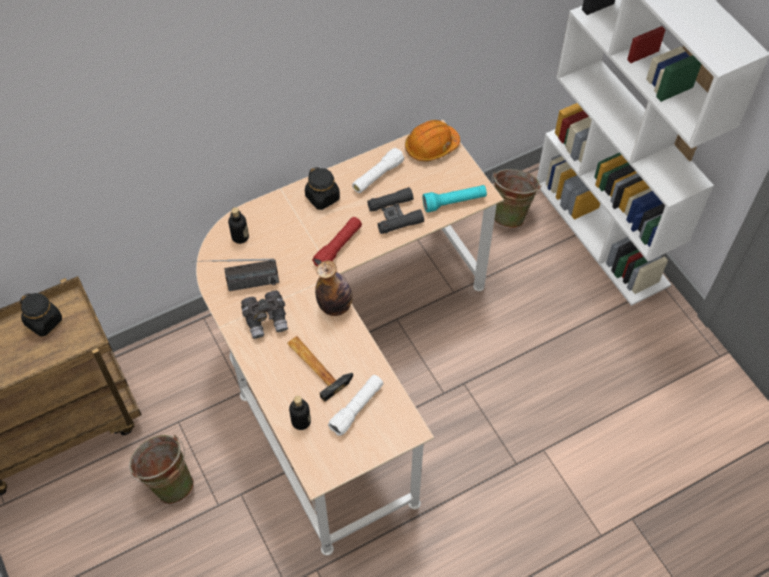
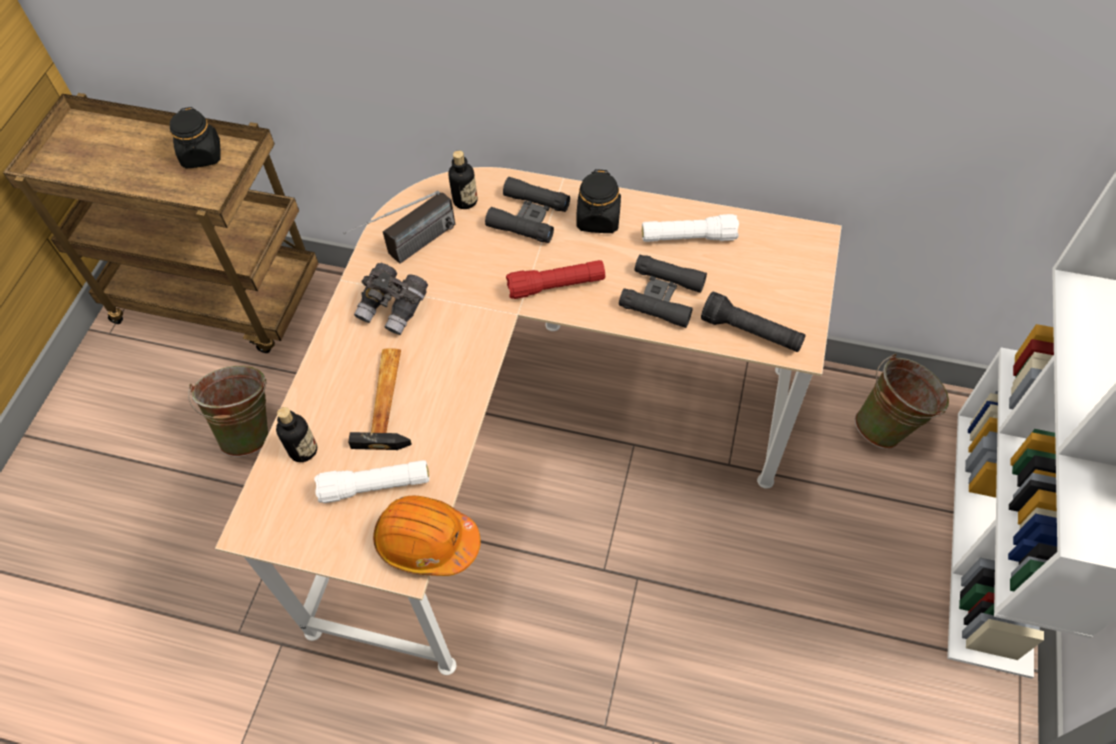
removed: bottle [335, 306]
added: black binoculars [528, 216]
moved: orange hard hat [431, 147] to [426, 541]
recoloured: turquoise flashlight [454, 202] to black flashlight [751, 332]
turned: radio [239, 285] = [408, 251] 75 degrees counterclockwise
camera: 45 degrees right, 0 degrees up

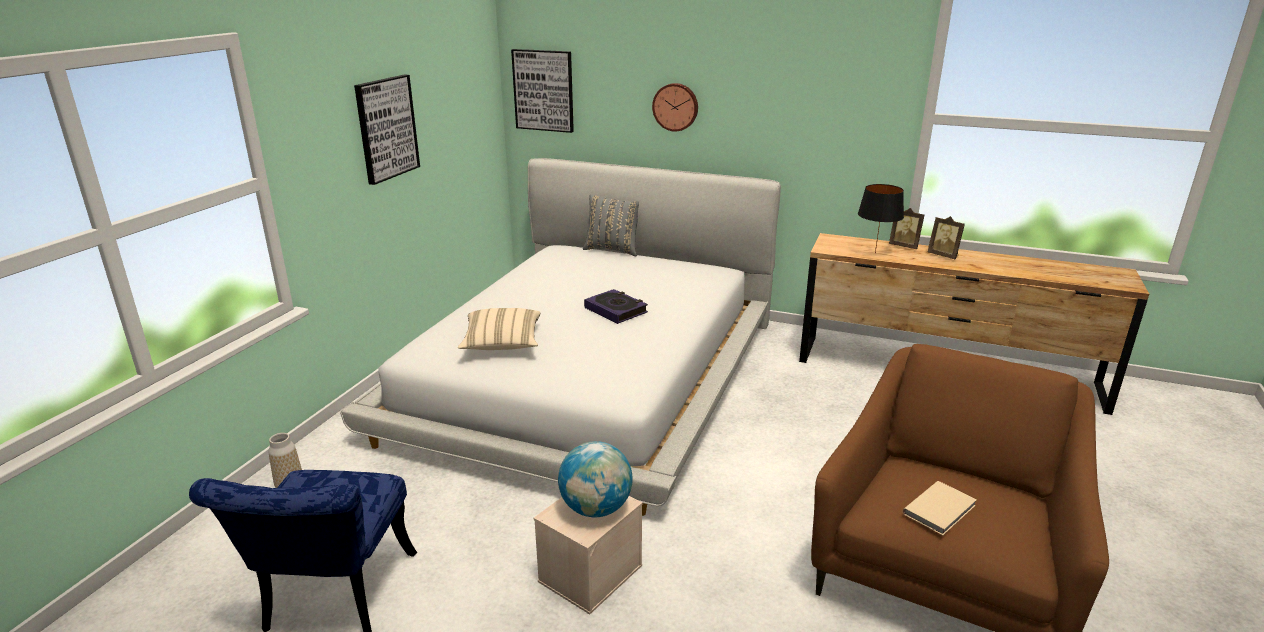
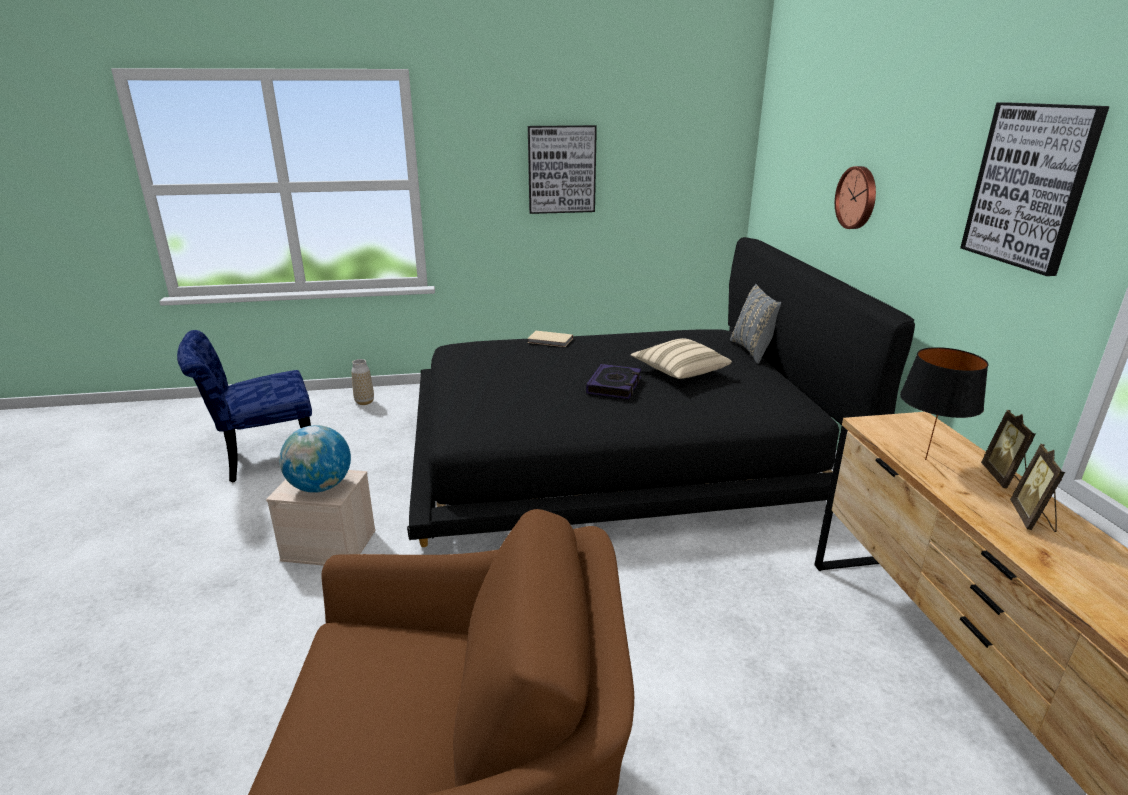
moved: picture [543, 90] to [1030, 186]; beige pillow [502, 344] to [679, 372]; beige book [941, 510] to [550, 341]
recoloured: white bed [589, 375] to black bed [616, 449]
camera: 60 degrees right, 0 degrees up

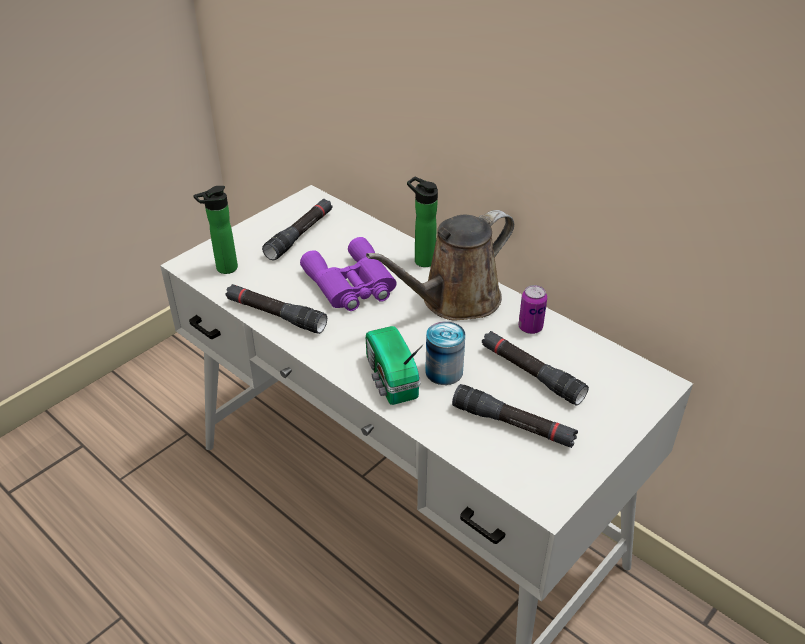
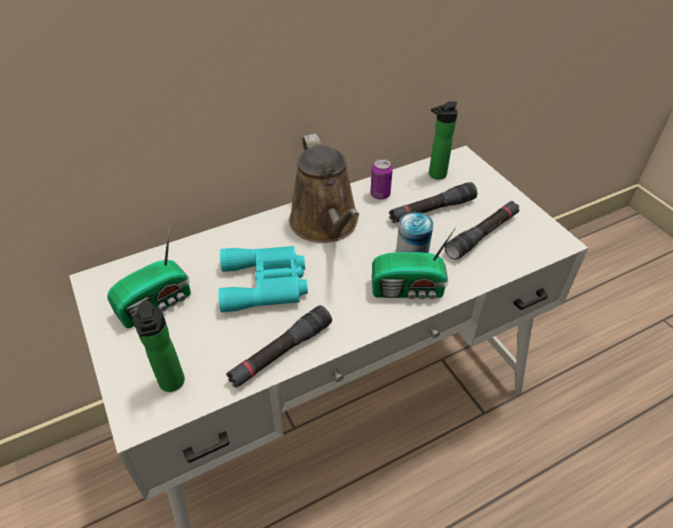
moved: bottle [422, 260] to [435, 175]
replaced: black flashlight [300, 235] to radio [157, 304]
recoloured: purple binoculars [351, 285] to turquoise binoculars [266, 284]
camera: 70 degrees left, 5 degrees up

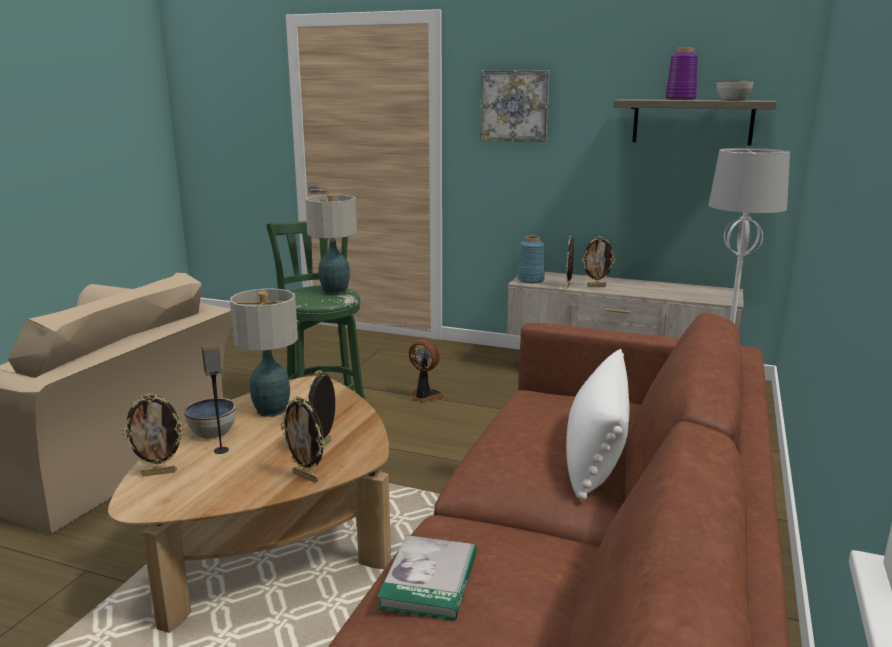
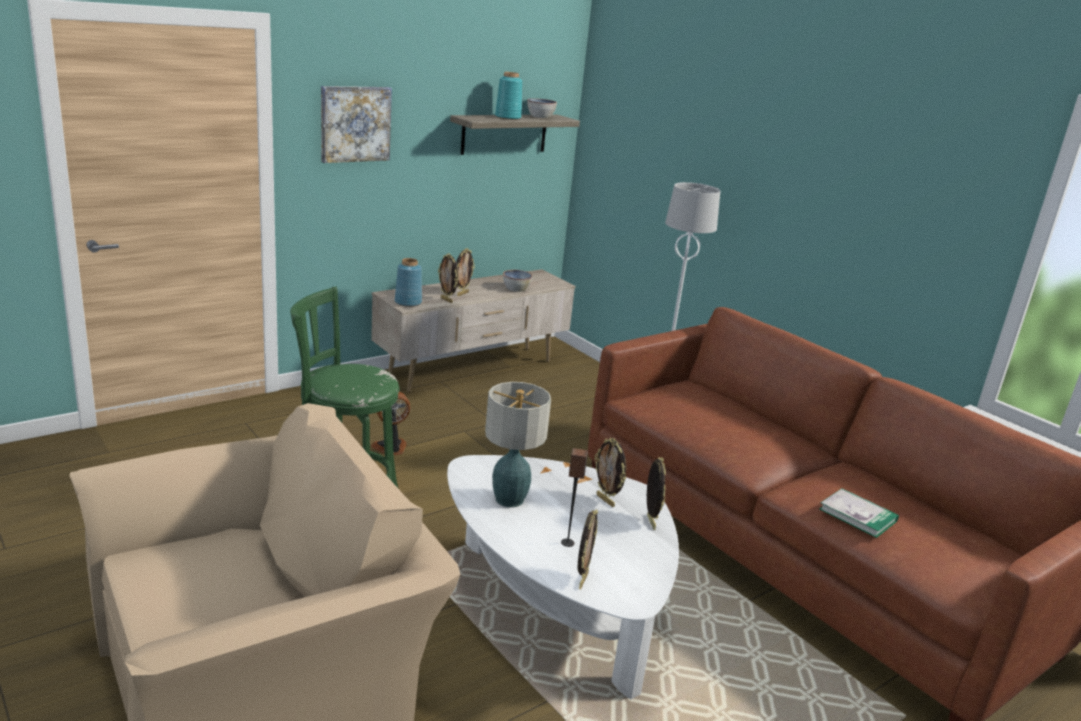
removed: table lamp [335, 291]; white pillow [595, 453]
moved: bowl [213, 431] to [516, 288]
recoloured: purple vase [679, 99] to turquoise vase [507, 117]; brown coffee table [276, 540] to white coffee table [556, 605]
turned: picture frame [306, 477] = [650, 522] 75 degrees counterclockwise
camera: 60 degrees left, 5 degrees up

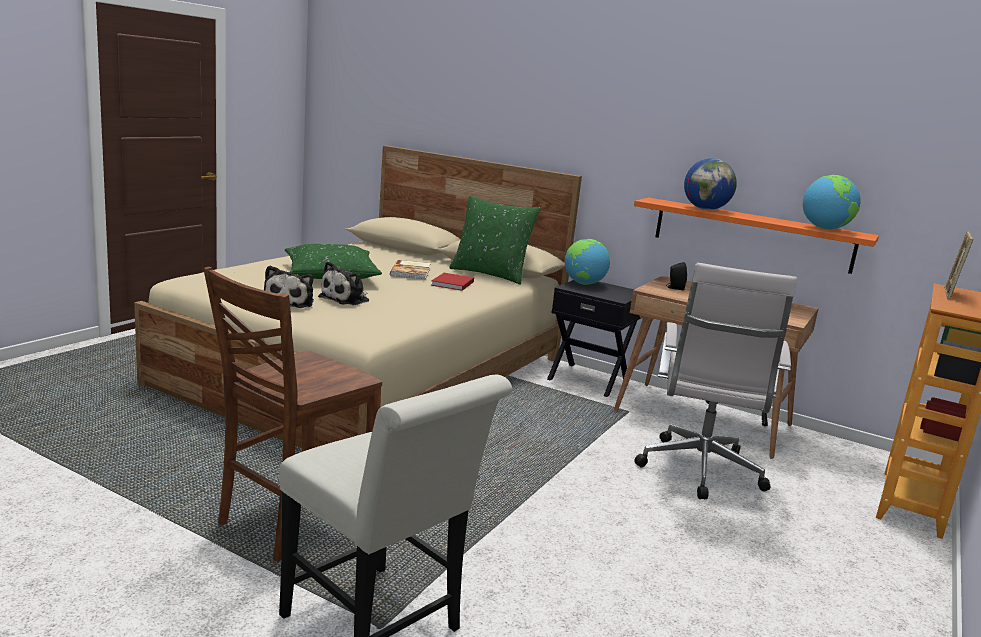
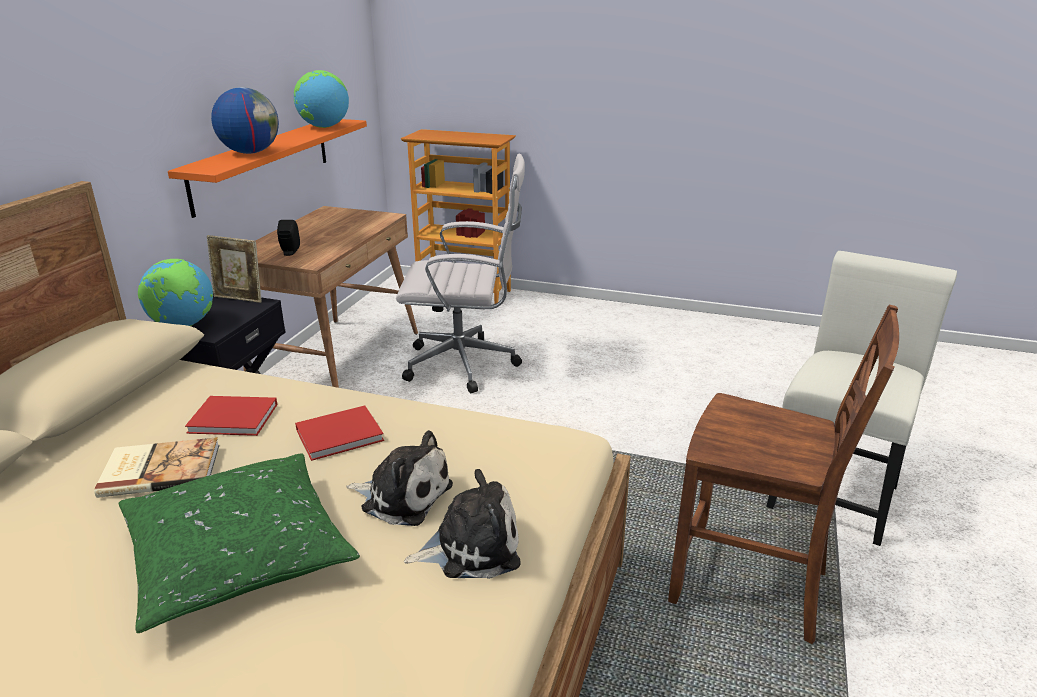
removed: green pillow [490, 274]
added: red book [342, 434]
moved: picture frame [949, 294] to [239, 298]
camera: 100 degrees left, 10 degrees up

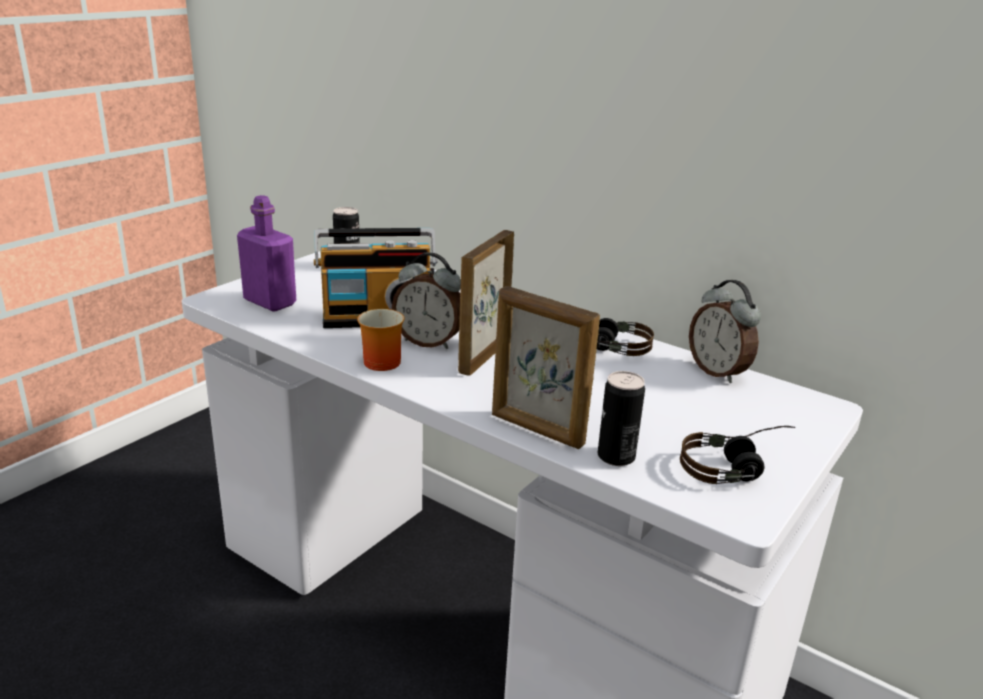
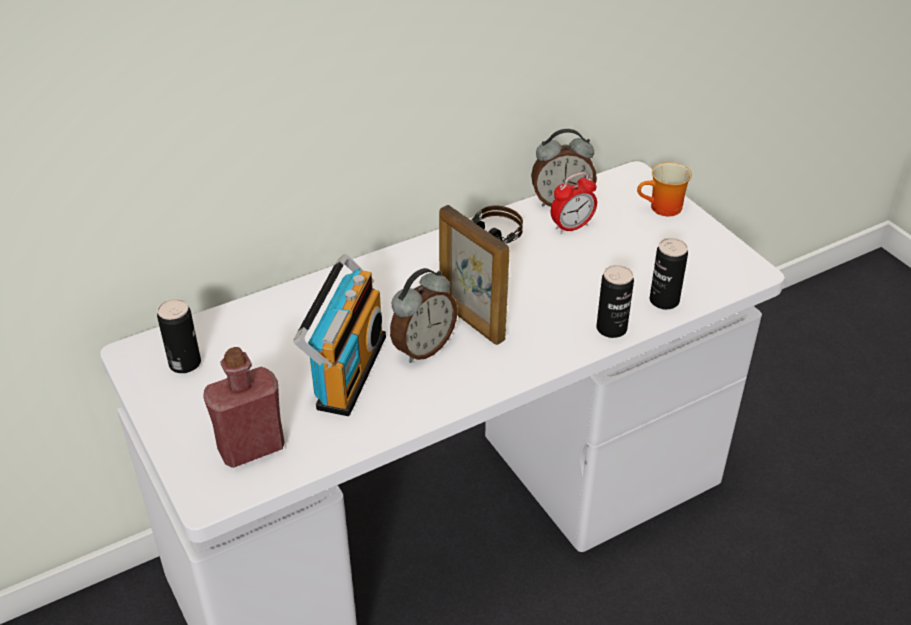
removed: headphones [737, 468]
added: alarm clock [572, 227]
moved: mug [377, 361] to [663, 209]
replaced: picture frame [536, 430] to can [611, 329]
recoloured: purple bottle [270, 302] to red bottle [251, 448]
camera: 65 degrees left, 15 degrees up

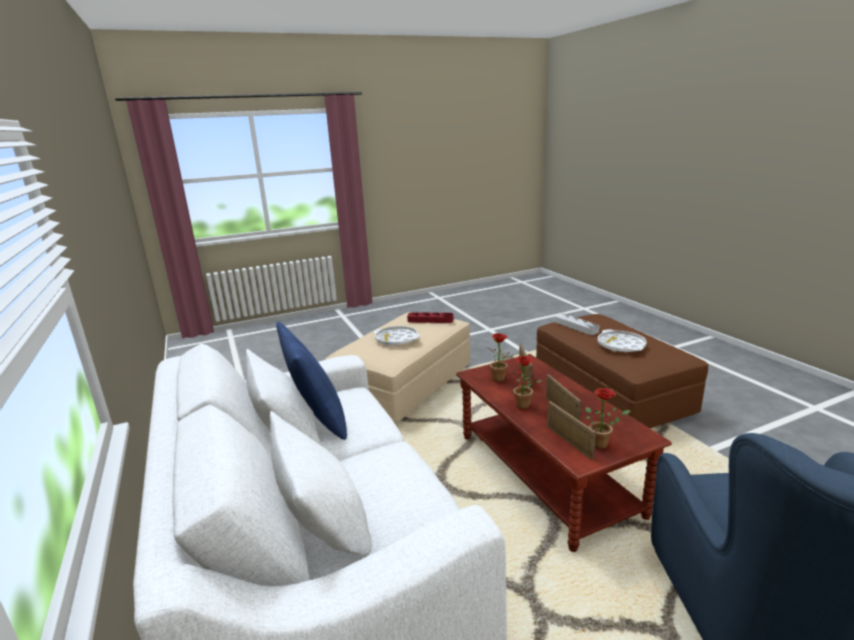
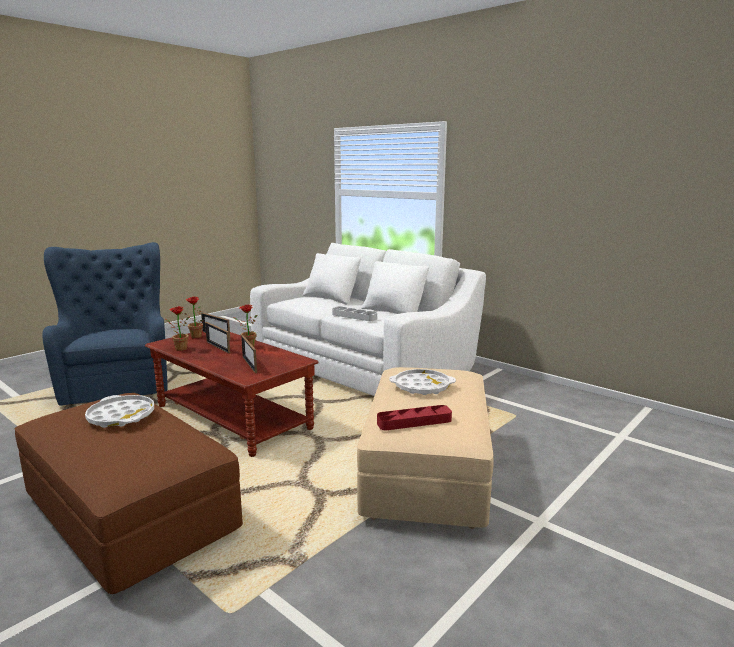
removed: blue pillow [318, 419]
moved: grey tray [576, 326] to [354, 316]; potted plant [501, 379] to [179, 349]
camera: 155 degrees right, 5 degrees down

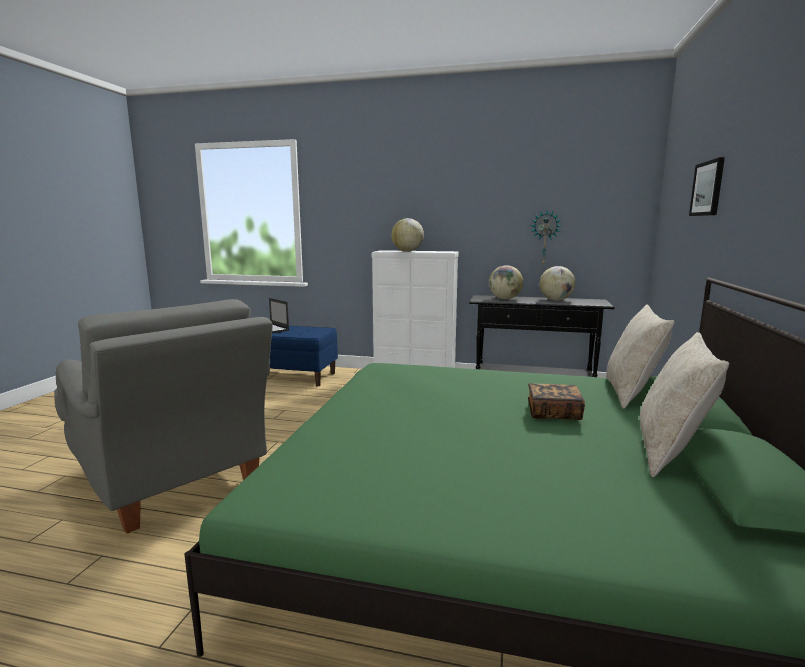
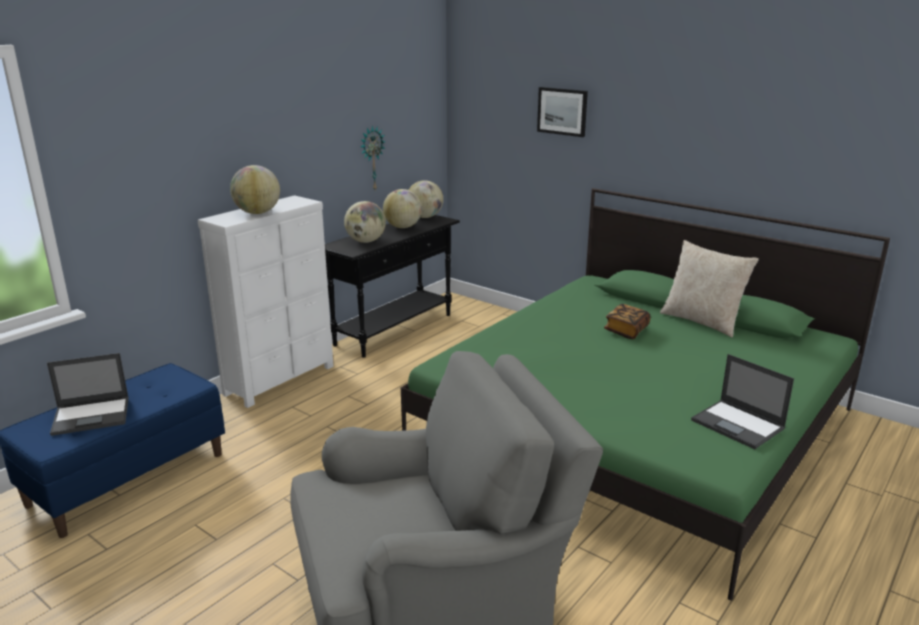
removed: beige pillow [631, 393]
added: globe [425, 217]; laptop [738, 425]
camera: 65 degrees left, 10 degrees up

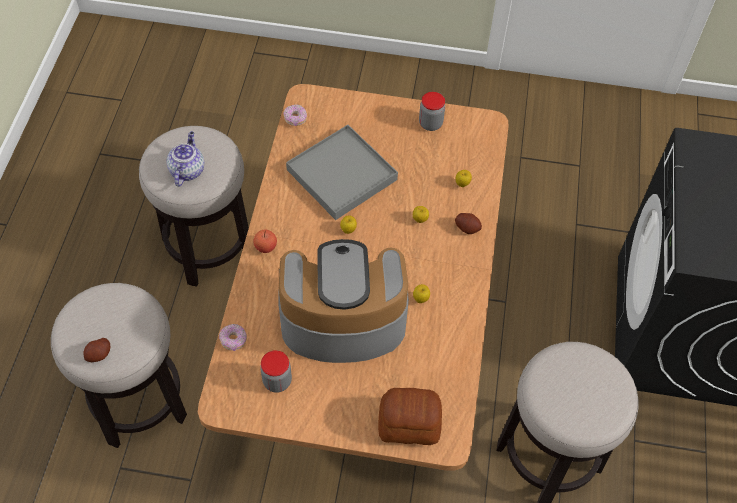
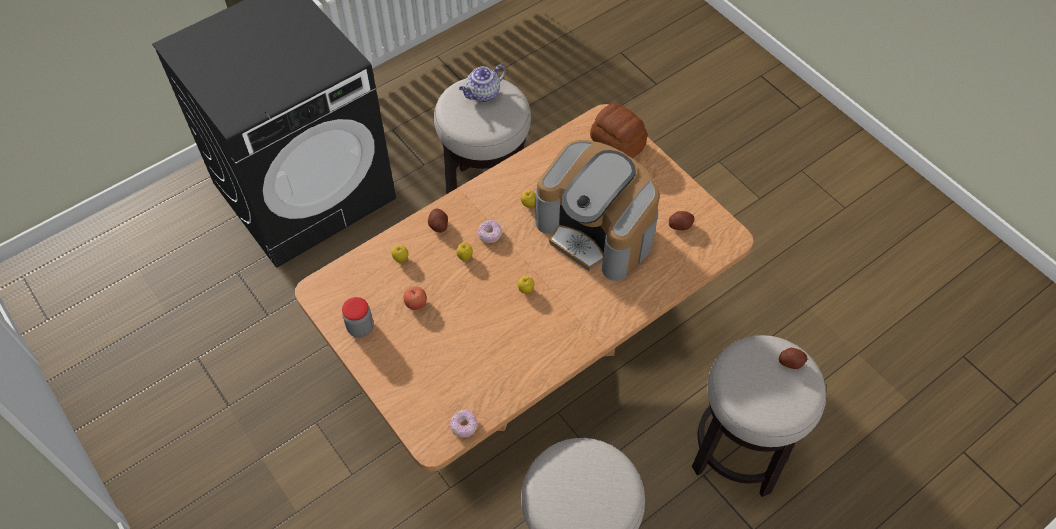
removed: grey tray [341, 175]
moved: teapot [187, 170] to [483, 94]; apple [265, 247] to [416, 303]; donut [233, 340] to [490, 235]
replaced: jar [277, 381] to potato [680, 225]
camera: 135 degrees left, 0 degrees up

